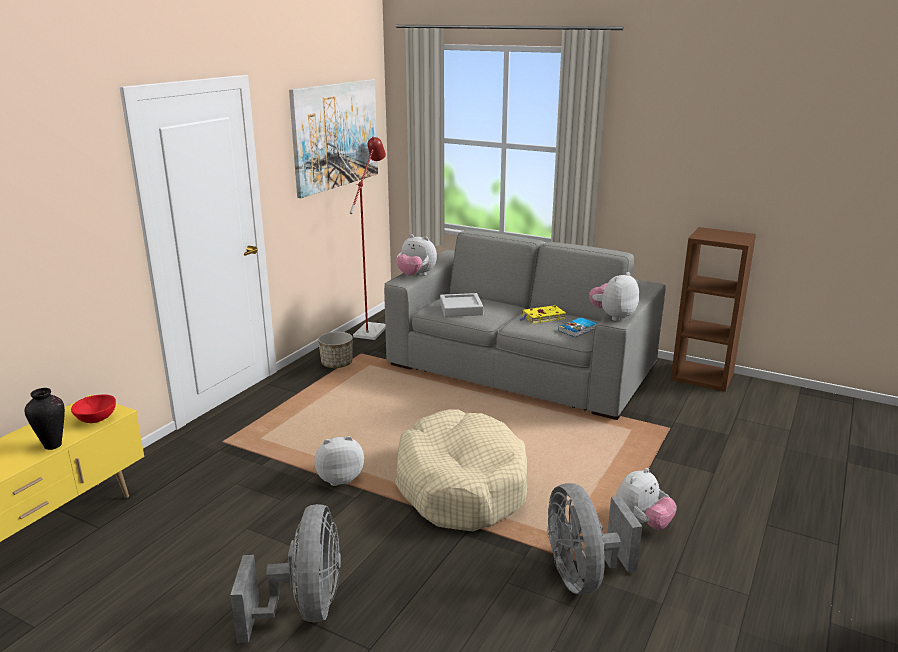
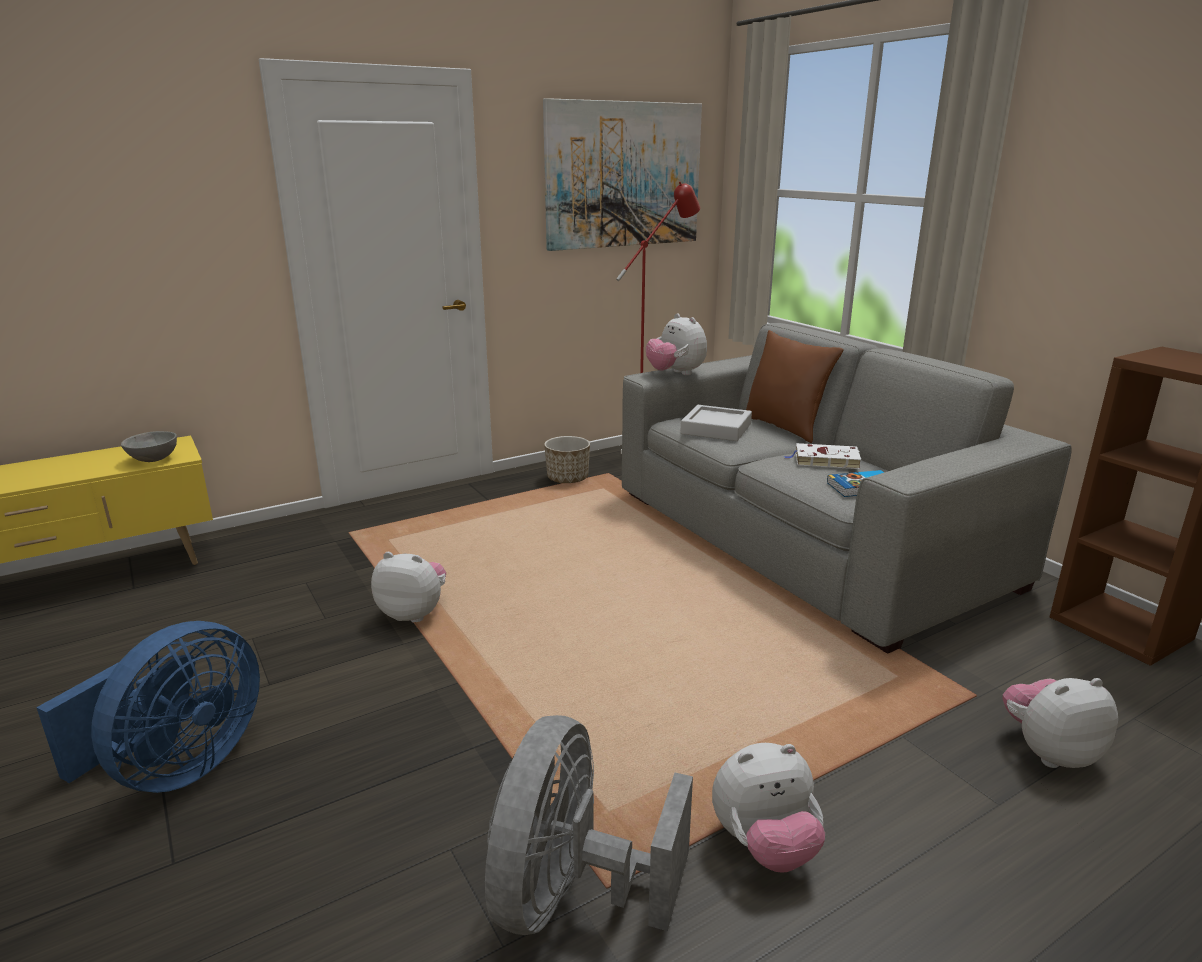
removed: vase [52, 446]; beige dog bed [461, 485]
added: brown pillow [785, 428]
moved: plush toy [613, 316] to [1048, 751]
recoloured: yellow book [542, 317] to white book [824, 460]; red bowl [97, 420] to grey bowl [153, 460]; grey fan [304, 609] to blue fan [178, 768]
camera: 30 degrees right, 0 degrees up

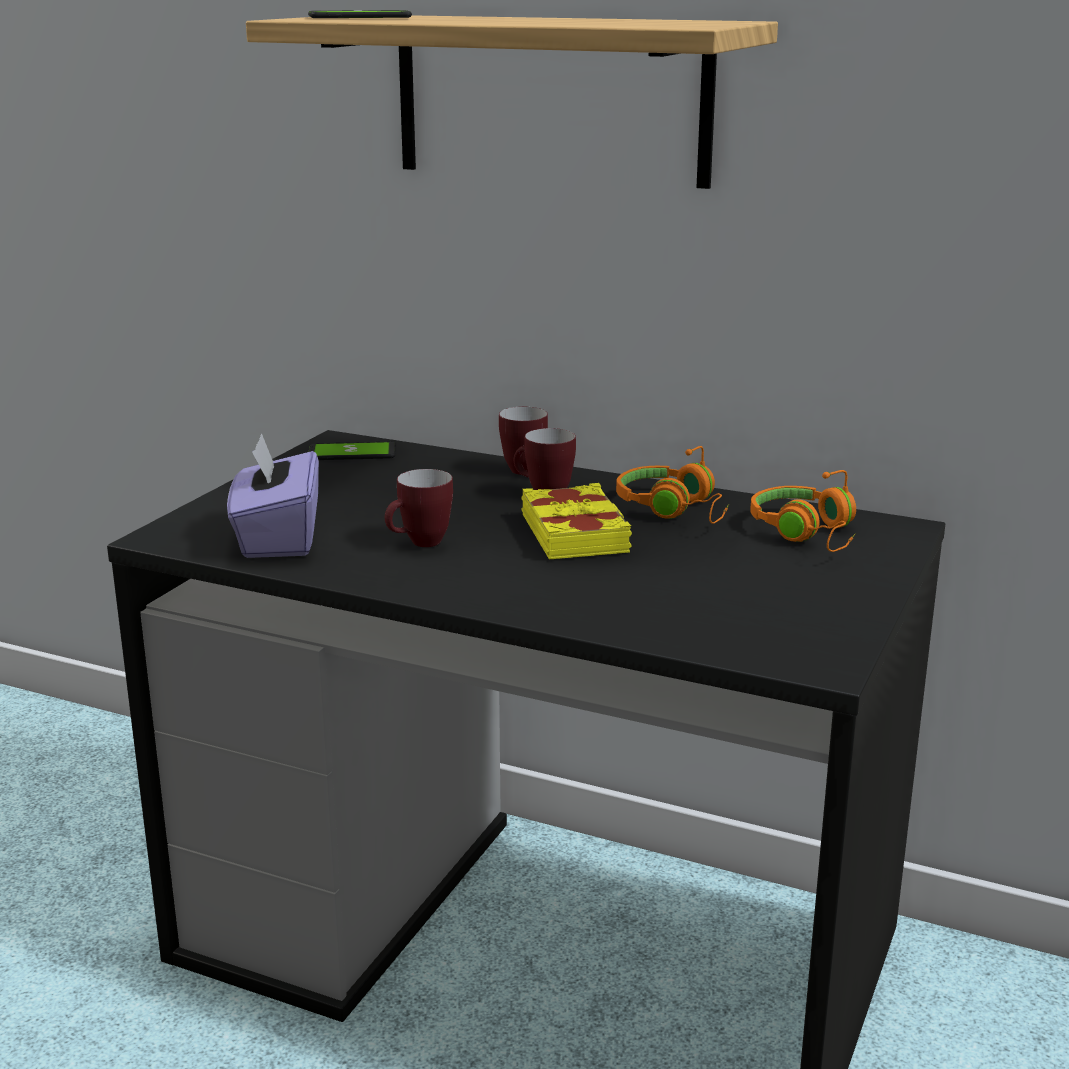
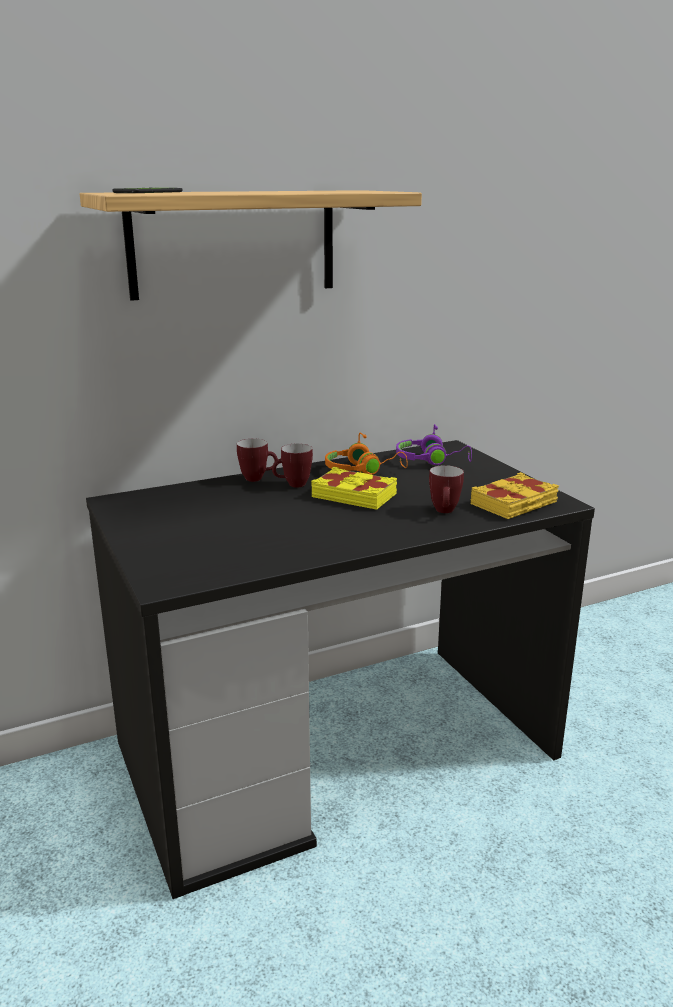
removed: purple tissue box [277, 538]; phone [352, 453]
added: yellow book [514, 503]
moved: mug [419, 544] to [445, 512]
recoloured: orange headphones [808, 534] to purple headphones [431, 460]
camera: 50 degrees left, 0 degrees up

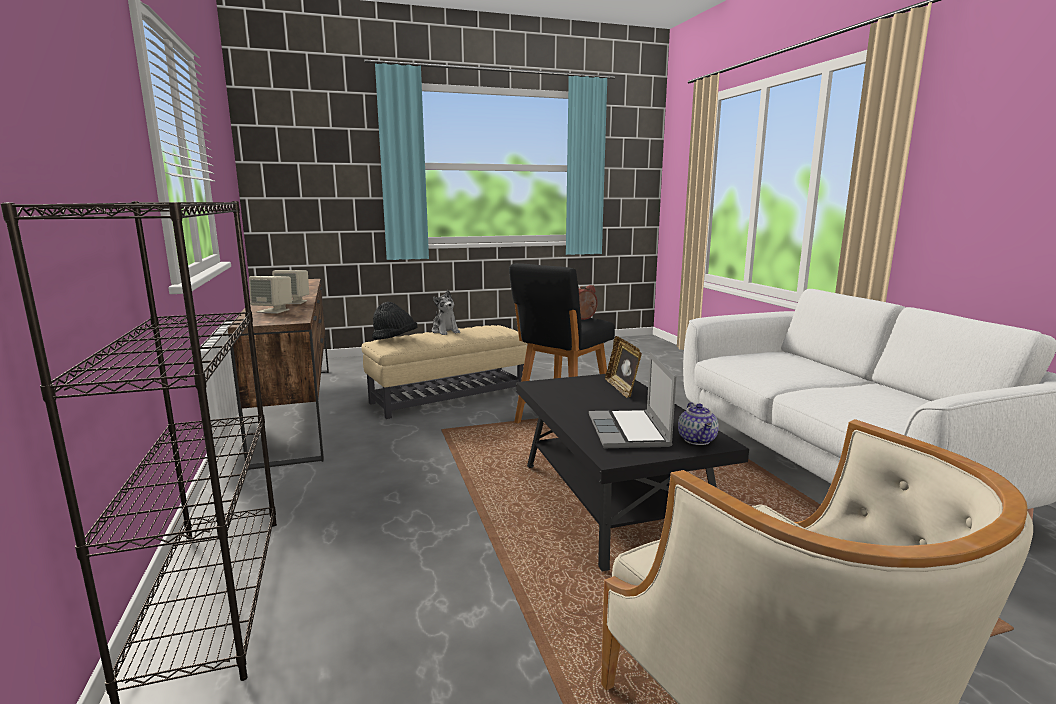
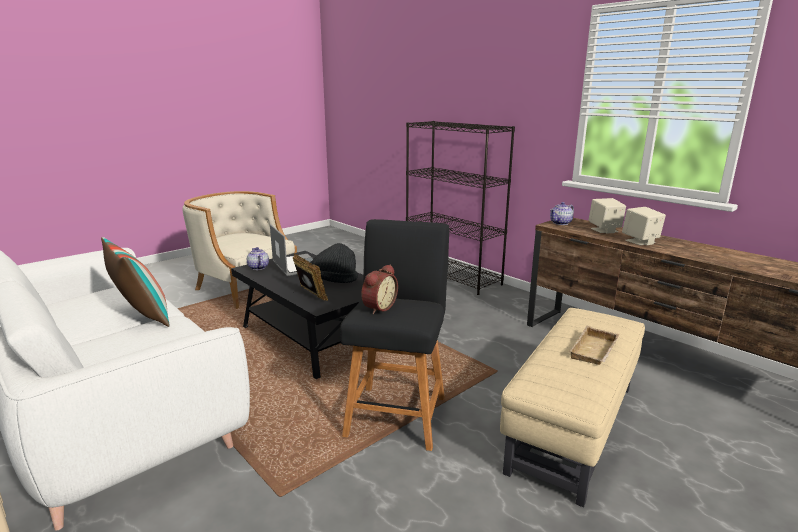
added: teapot [561, 223]; pillow [142, 317]
moved: black hat [395, 339] to [333, 279]
replaced: plush toy [445, 331] to beige tray [595, 351]
camera: 155 degrees right, 5 degrees up

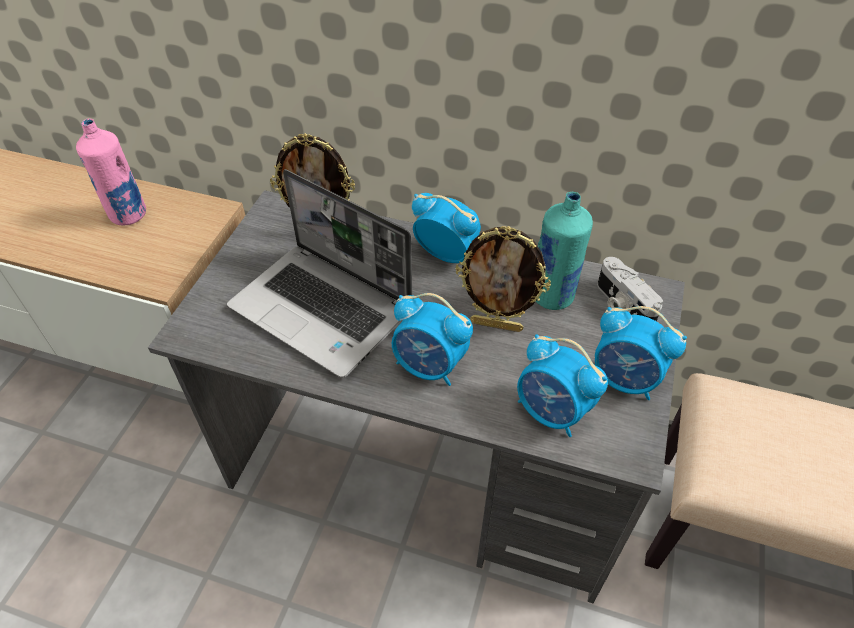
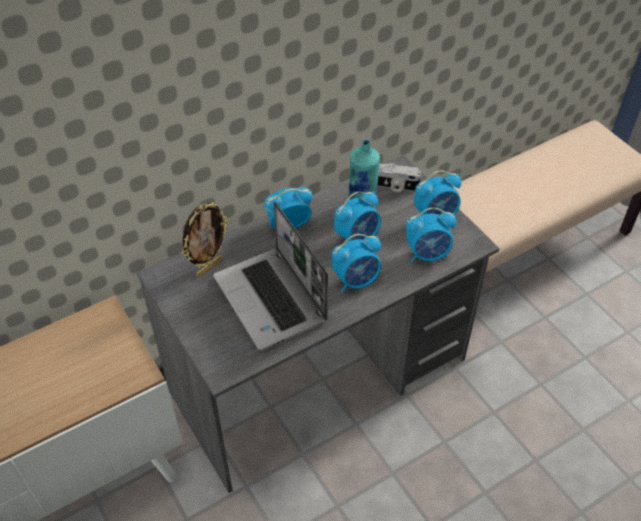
removed: pink bottle [128, 215]
replaced: picture frame [497, 325] to alarm clock [357, 238]
turned: laptop [324, 310] = [272, 300] 75 degrees clockwise
camera: 50 degrees left, 0 degrees up

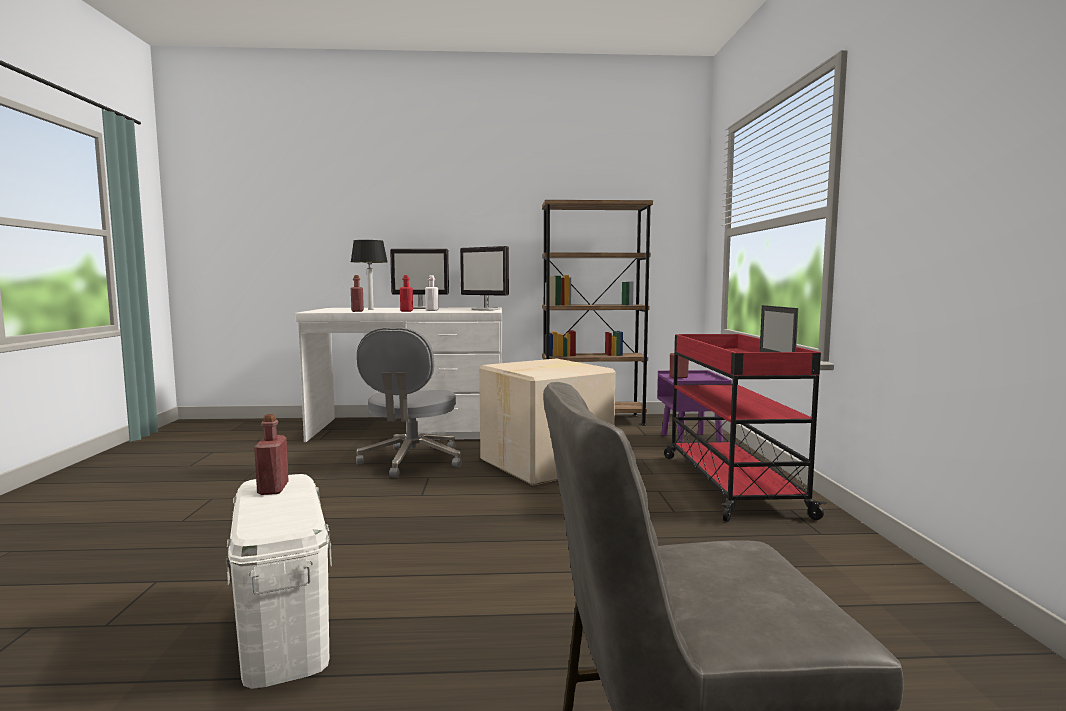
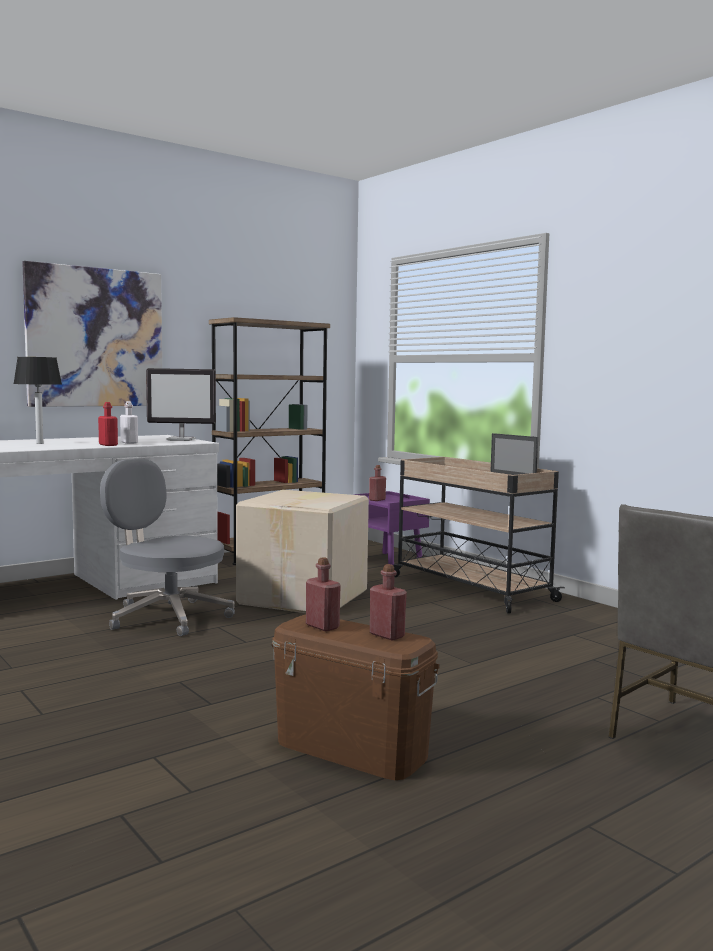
removed: monitor [420, 308]
added: picture [95, 337]
moved: red bottle [357, 311] to [387, 635]
recoloured: red cart [730, 483] to beige cart [469, 588]; white storage box [283, 631] to brown storage box [350, 749]
turned: grey office chair [411, 461] = [167, 617] 150 degrees clockwise
camera: 35 degrees left, 0 degrees up

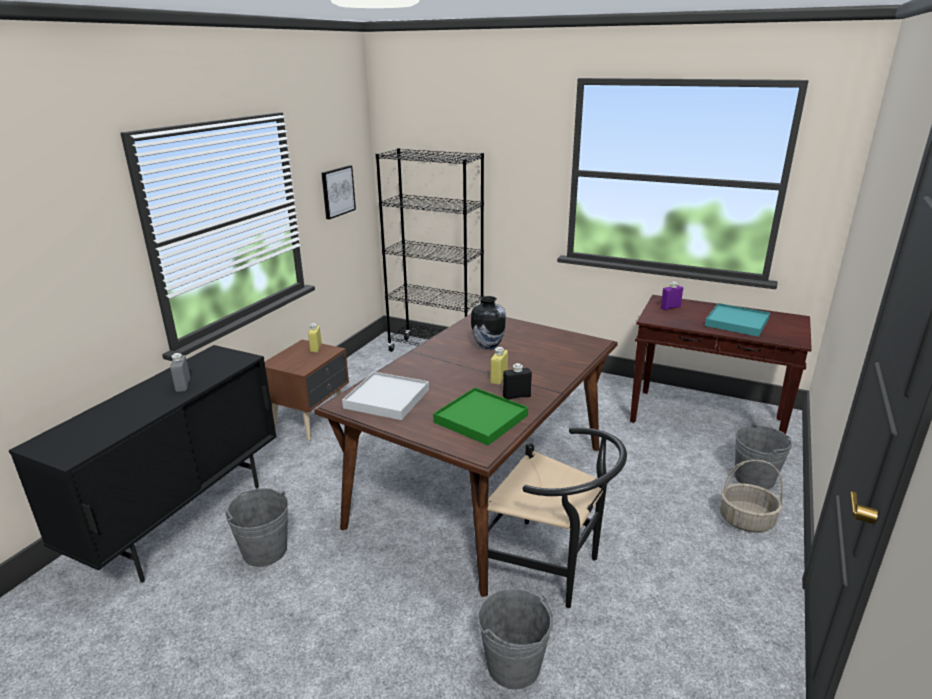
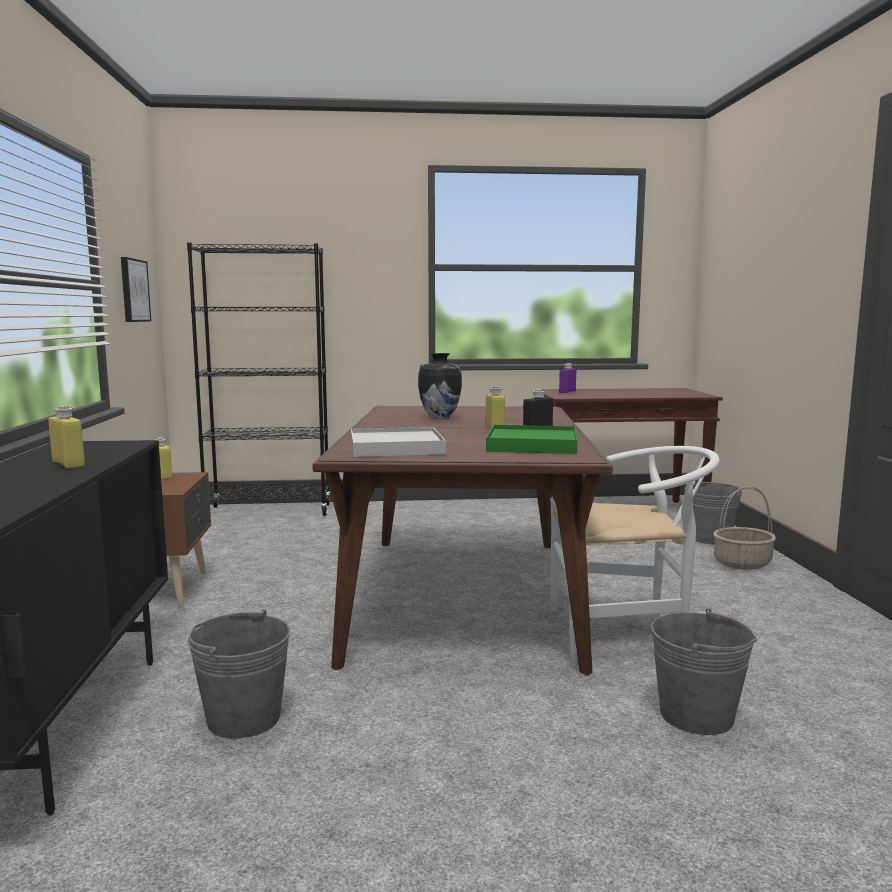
removed: turquoise tray [736, 322]
recoloured: grey bottle [183, 385] to yellow bottle [68, 464]; black chair [551, 569] to white chair [626, 635]
camera: 30 degrees left, 15 degrees down

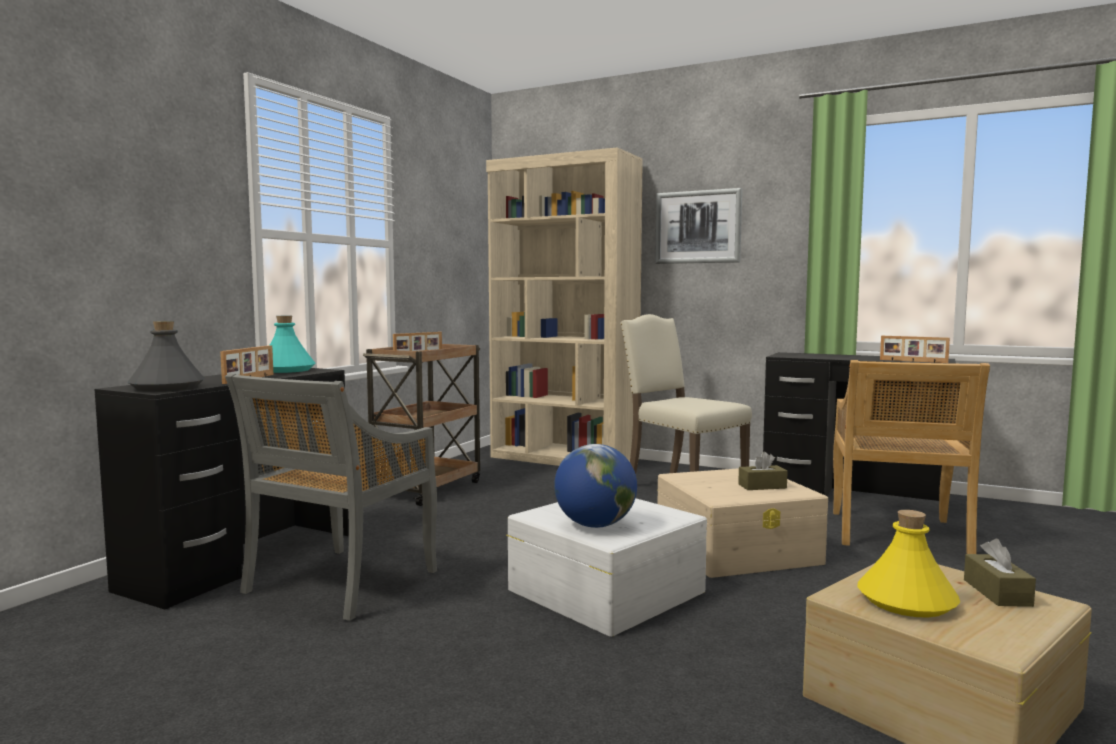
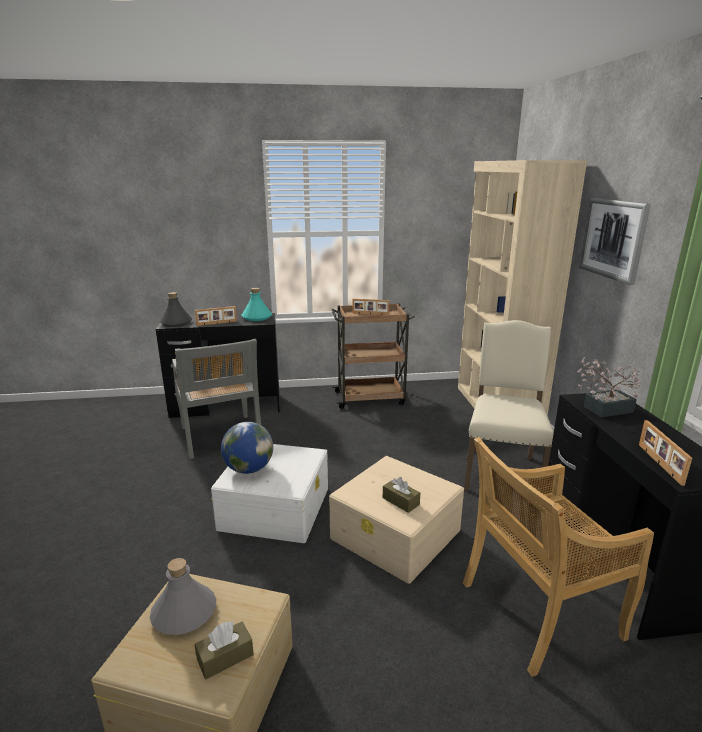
added: potted plant [603, 409]
recoloured: yellow bottle [907, 601] to grey bottle [185, 613]
turned: grey chair [340, 583] = [221, 437] 105 degrees counterclockwise
camera: 55 degrees right, 15 degrees up

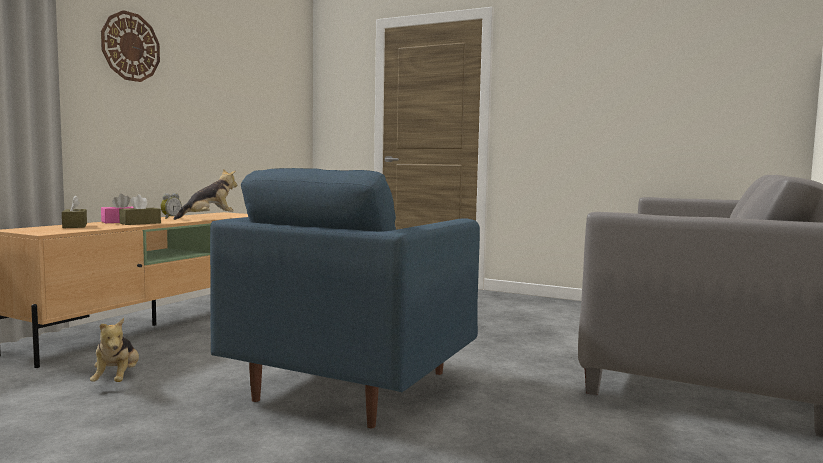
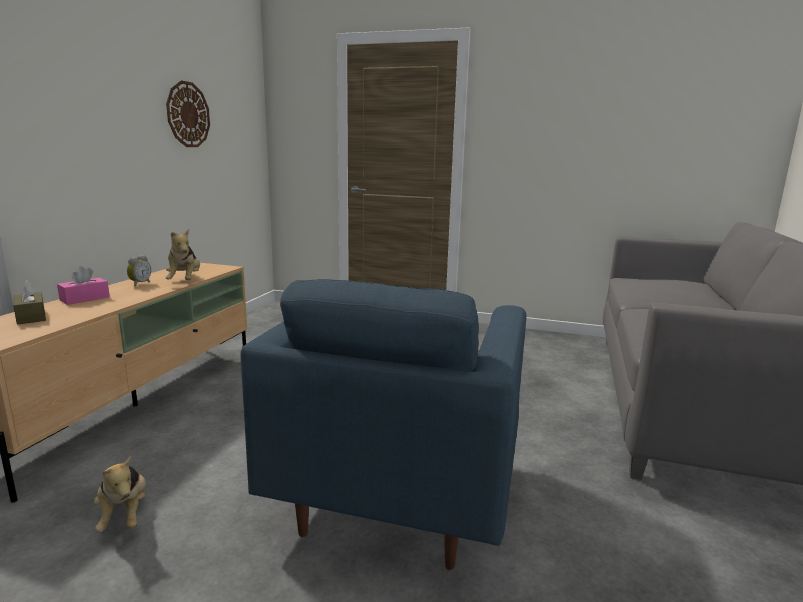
removed: brown tissue box [140, 223]
moved: wall clock [130, 46] to [188, 114]
turned: plush toy [209, 218] = [185, 281] 120 degrees clockwise
camera: 10 degrees left, 10 degrees up

